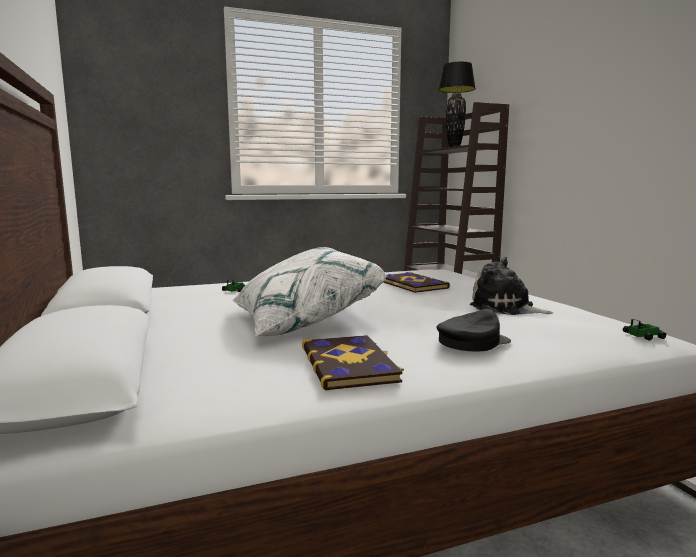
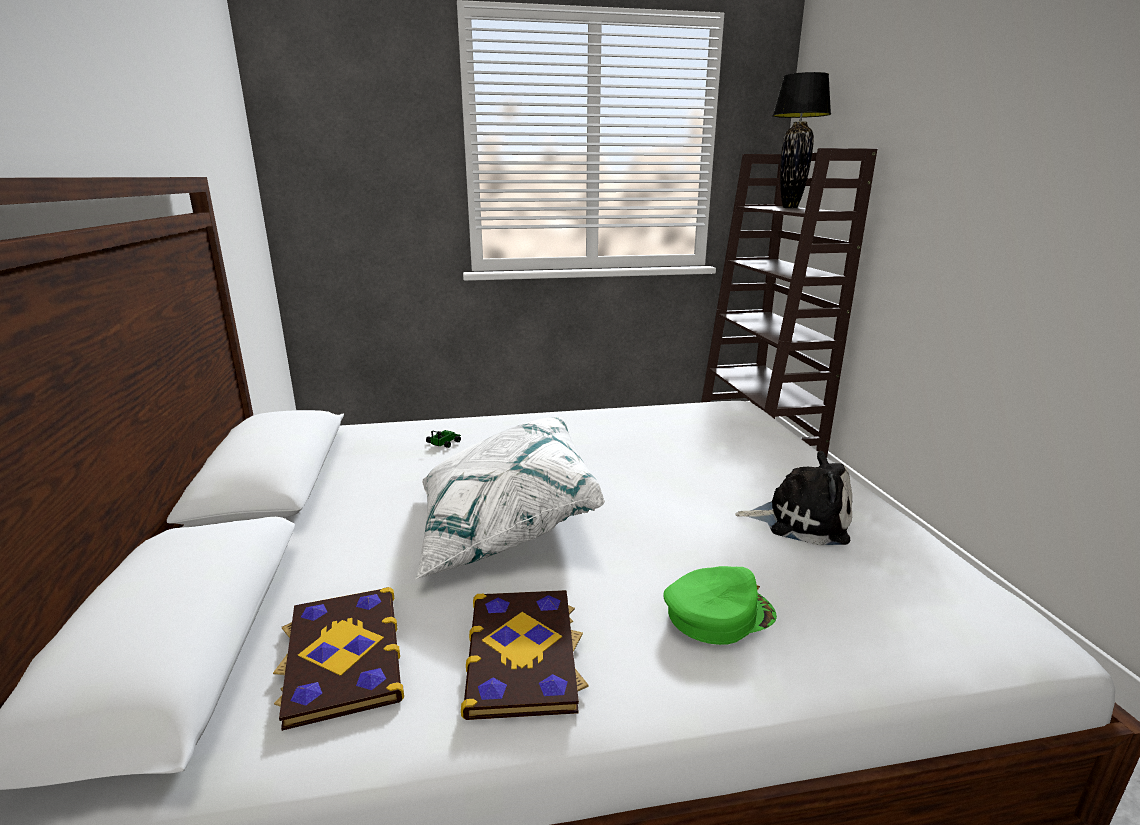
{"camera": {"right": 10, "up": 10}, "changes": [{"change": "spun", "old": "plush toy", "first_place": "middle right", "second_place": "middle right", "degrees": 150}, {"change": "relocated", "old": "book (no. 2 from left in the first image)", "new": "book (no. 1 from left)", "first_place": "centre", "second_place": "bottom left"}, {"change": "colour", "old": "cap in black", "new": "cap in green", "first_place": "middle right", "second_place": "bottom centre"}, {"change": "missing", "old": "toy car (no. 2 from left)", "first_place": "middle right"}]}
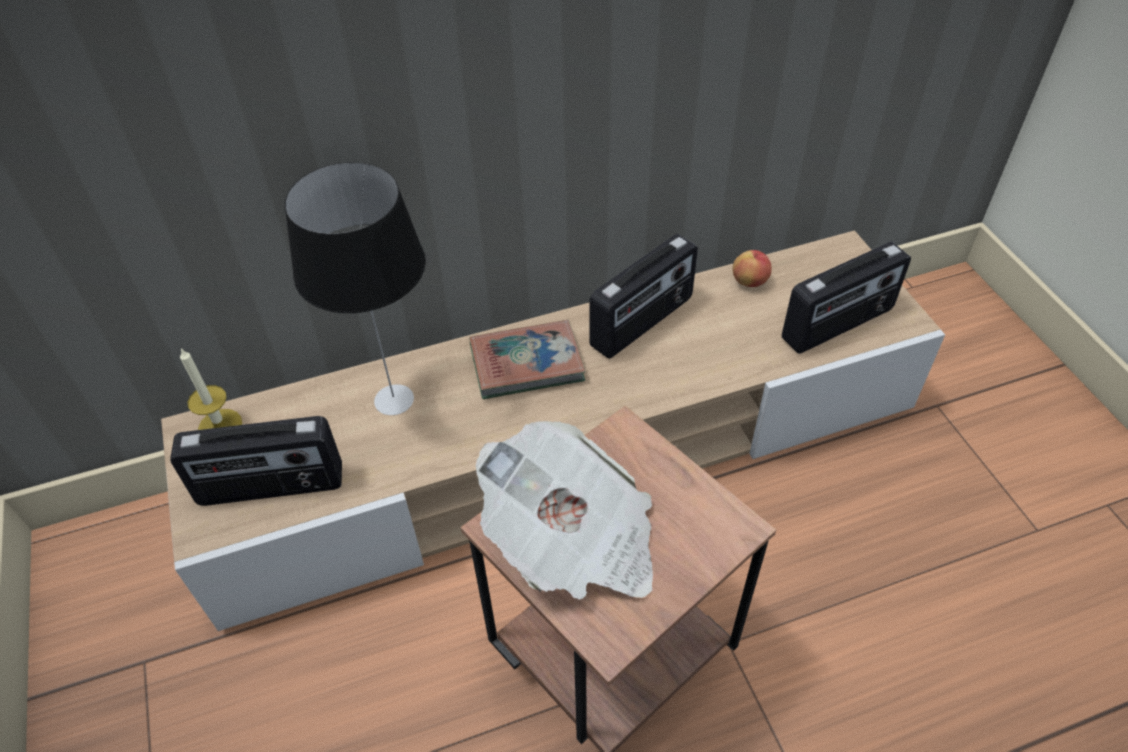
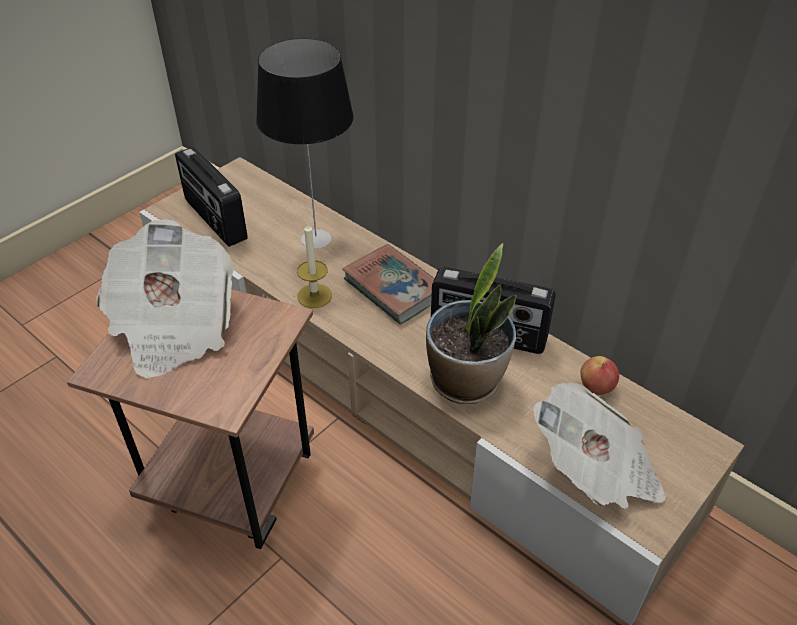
{"camera": {"right": 60, "up": -5}, "changes": [{"change": "exchanged", "old": "radio (no. 3 from left)", "new": "newspaper (no. 2 from left)", "first_place": "middle right", "second_place": "bottom right"}, {"change": "relocated", "old": "candle", "first_place": "middle left", "second_place": "centre"}, {"change": "appeared", "new": "potted plant", "second_place": "centre"}]}
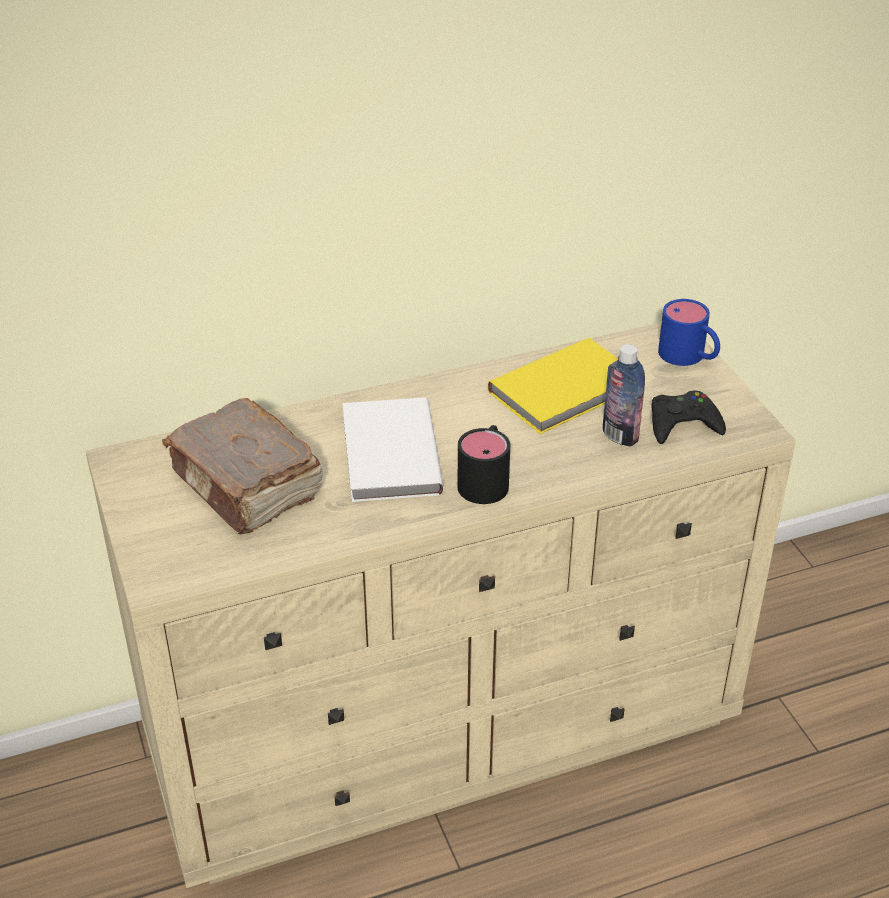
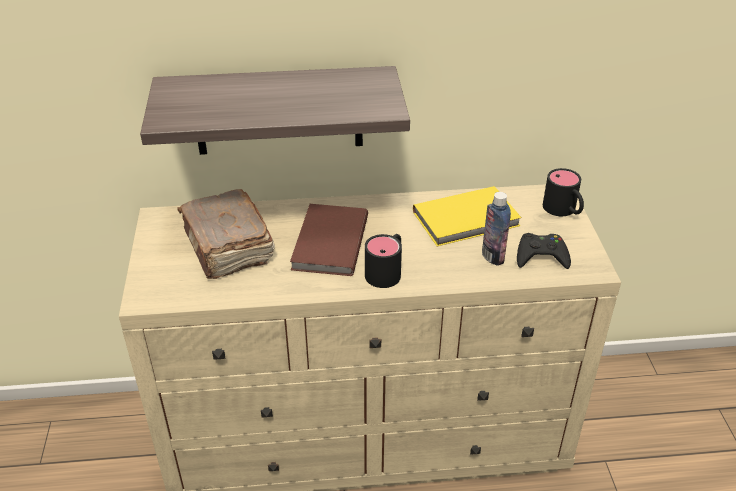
{"camera": {"right": 15, "up": 0}, "changes": [{"change": "colour", "old": "mug in blue", "new": "mug in black (no. 2 from left)", "first_place": "middle right", "second_place": "middle right"}, {"change": "colour", "old": "book in white", "new": "book in brown (no. 2 from left)", "first_place": "centre", "second_place": "centre"}, {"change": "appeared", "new": "shelf", "second_place": "top centre"}]}
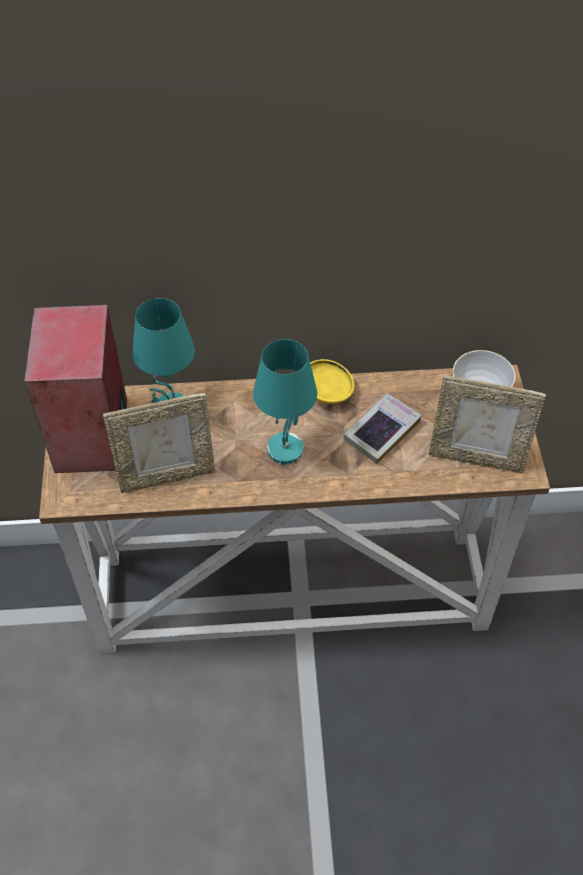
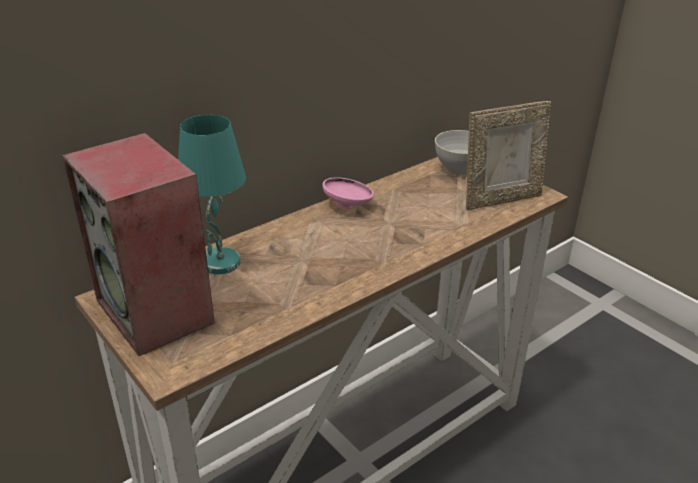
{"camera": {"right": -35, "up": -20}, "changes": [{"change": "missing", "old": "table lamp in turquoise (no. 2 from left)", "first_place": "centre"}, {"change": "colour", "old": "bowl in yellow", "new": "bowl in pink", "first_place": "centre", "second_place": "centre"}, {"change": "missing", "old": "picture frame (no. 1 from left)", "first_place": "middle left"}, {"change": "missing", "old": "book", "first_place": "centre"}]}
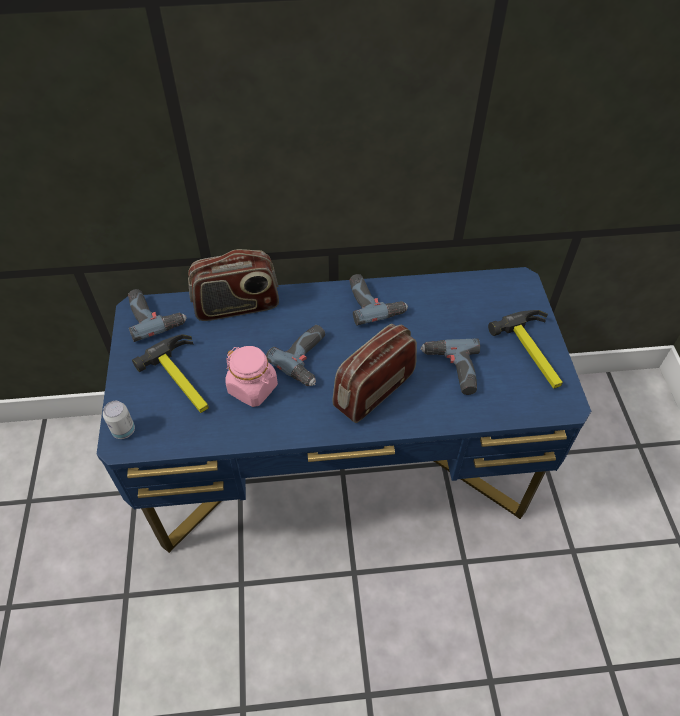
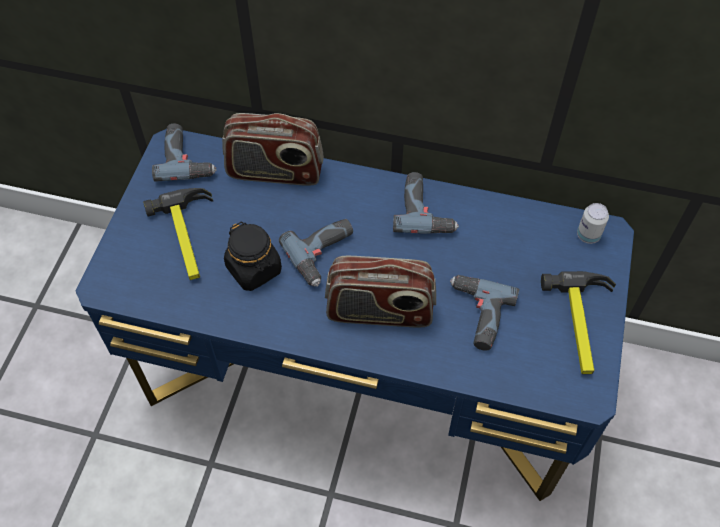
{"camera": {"right": 20, "up": 5}, "changes": [{"change": "spun", "old": "radio (no. 2 from left)", "first_place": "centre", "second_place": "centre", "degrees": -150}, {"change": "colour", "old": "jar in pink", "new": "jar in black", "first_place": "centre", "second_place": "centre"}, {"change": "relocated", "old": "can", "first_place": "middle left", "second_place": "middle right"}]}
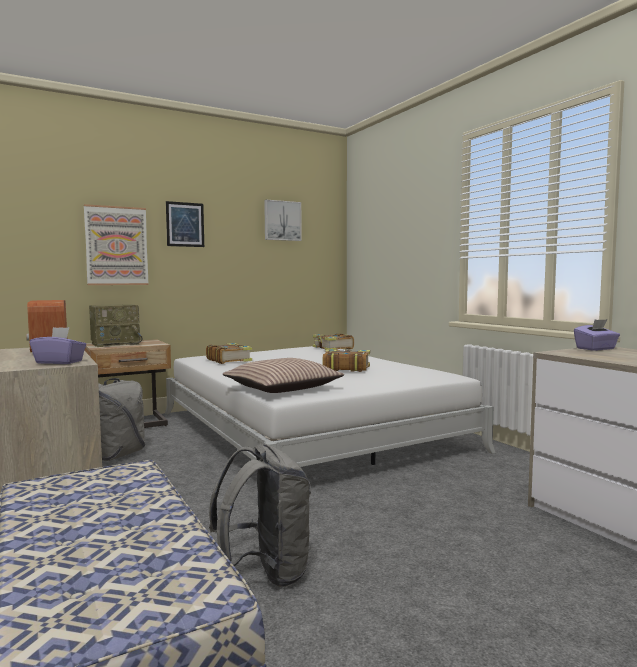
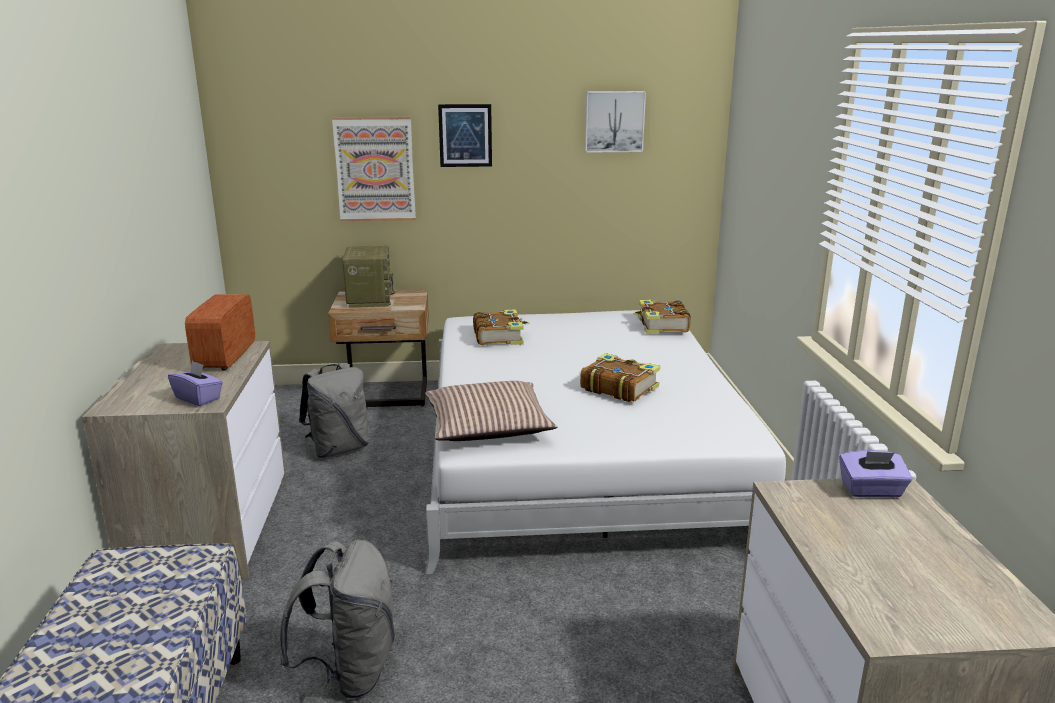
{"camera": {"right": 25, "up": 15}, "changes": [{"change": "spun", "old": "radio (no. 2 from left)", "first_place": "middle left", "second_place": "centre", "degrees": -90}]}
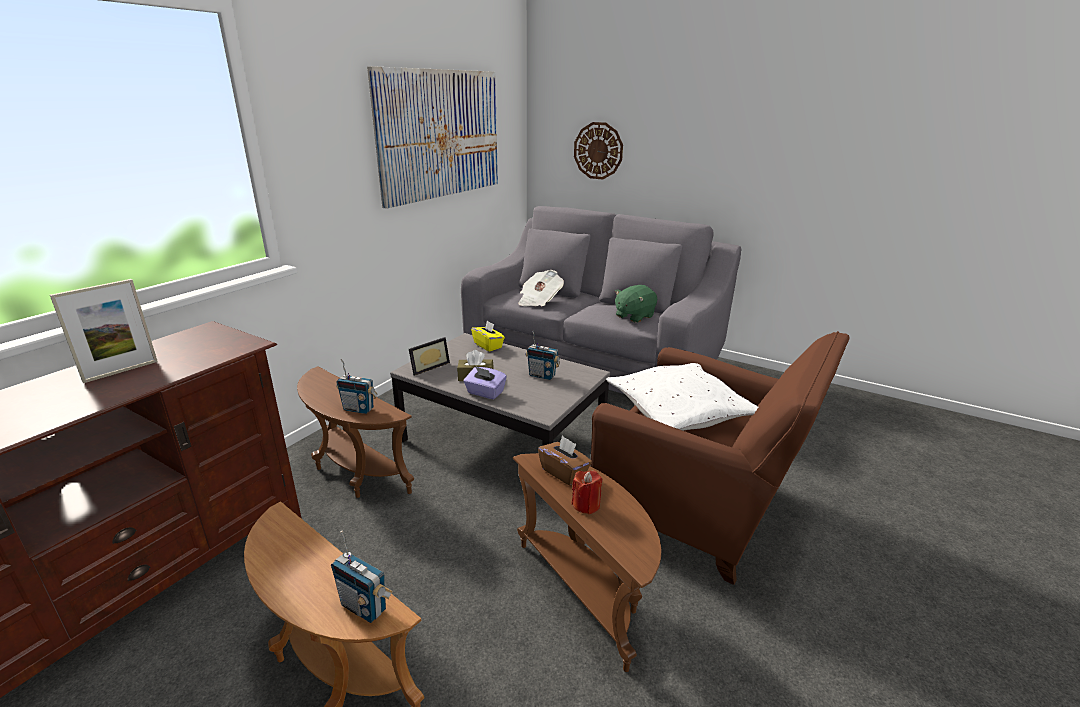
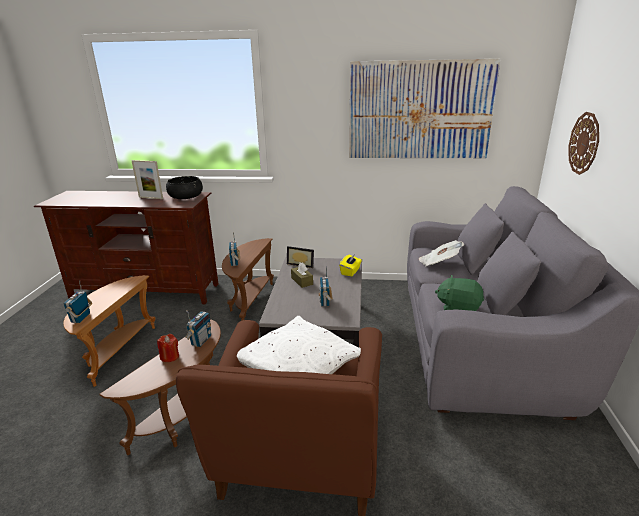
{"camera": {"right": 65, "up": 0}, "changes": [{"change": "missing", "old": "tissue box in purple", "first_place": "centre"}, {"change": "exchanged", "old": "tissue box in brown (no. 2 from left)", "new": "radio (no. 2 from left)", "first_place": "centre", "second_place": "middle left"}, {"change": "appeared", "new": "bowl in black", "second_place": "middle left"}]}
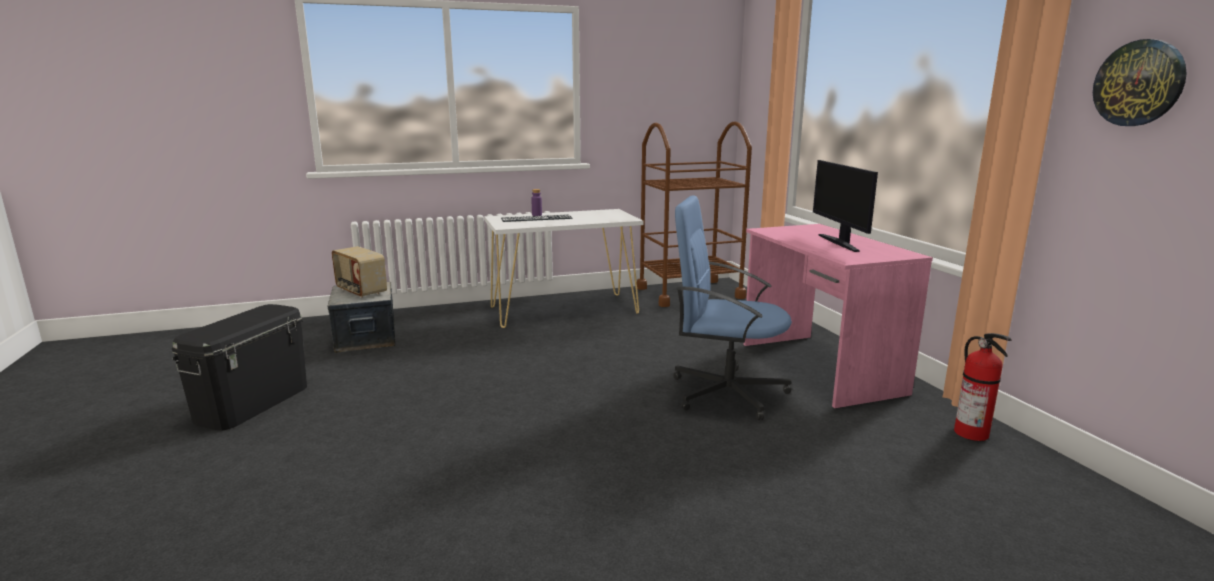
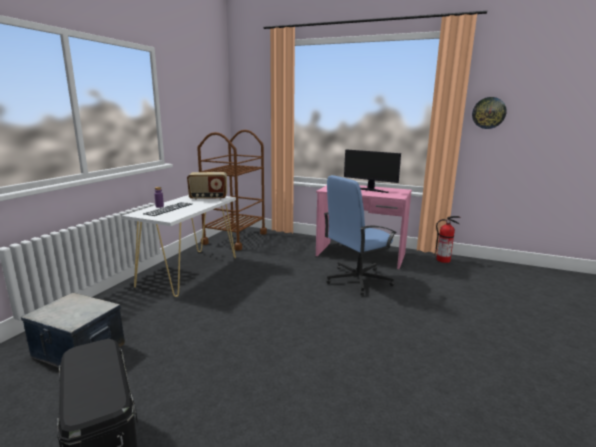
{"camera": {"right": -50, "up": 0}, "changes": [{"change": "relocated", "old": "radio", "first_place": "middle left", "second_place": "centre"}]}
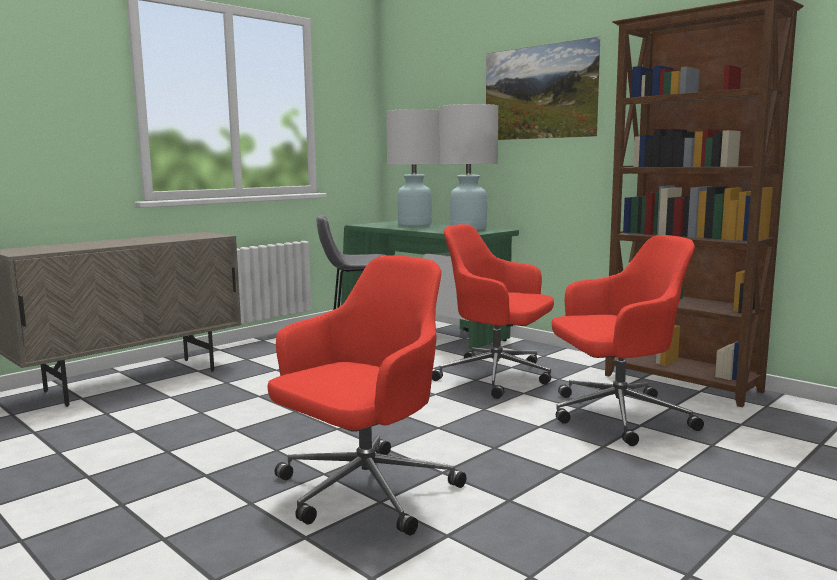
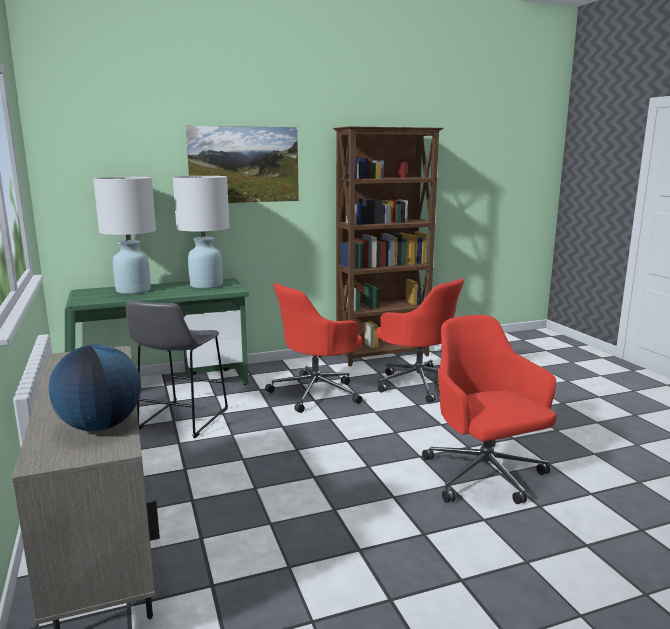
{"camera": {"right": -65, "up": 5}, "changes": [{"change": "spun", "old": "office chair in red (no. 3 from left in the first image)", "first_place": "middle right", "second_place": "centre", "degrees": 120}, {"change": "appeared", "new": "globe", "second_place": "middle left"}]}
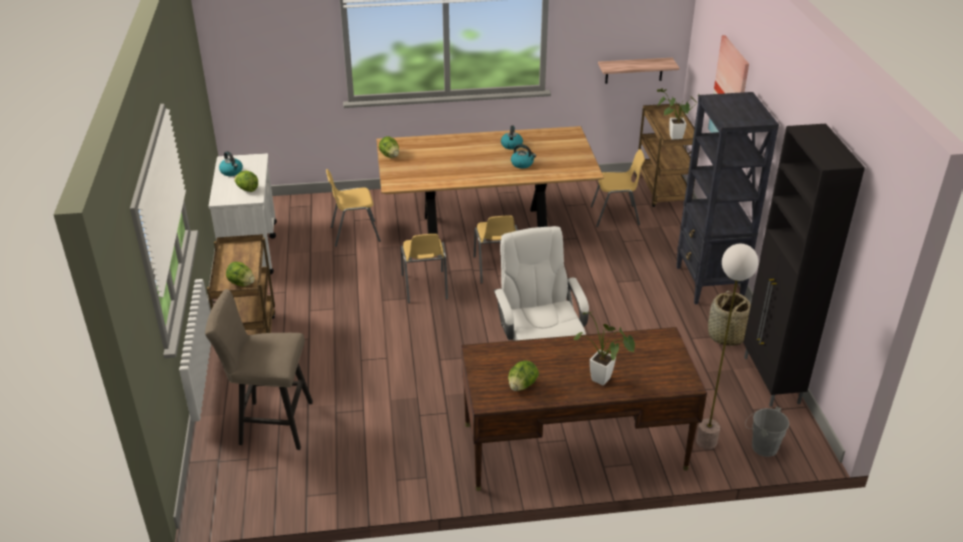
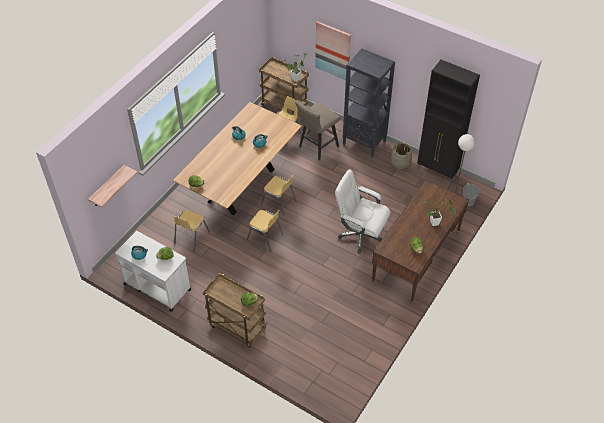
{"camera": {"right": -50, "up": 15}, "changes": [{"change": "relocated", "old": "shelf", "first_place": "top centre", "second_place": "middle left"}, {"change": "relocated", "old": "stool in beige", "first_place": "bottom left", "second_place": "top centre"}]}
